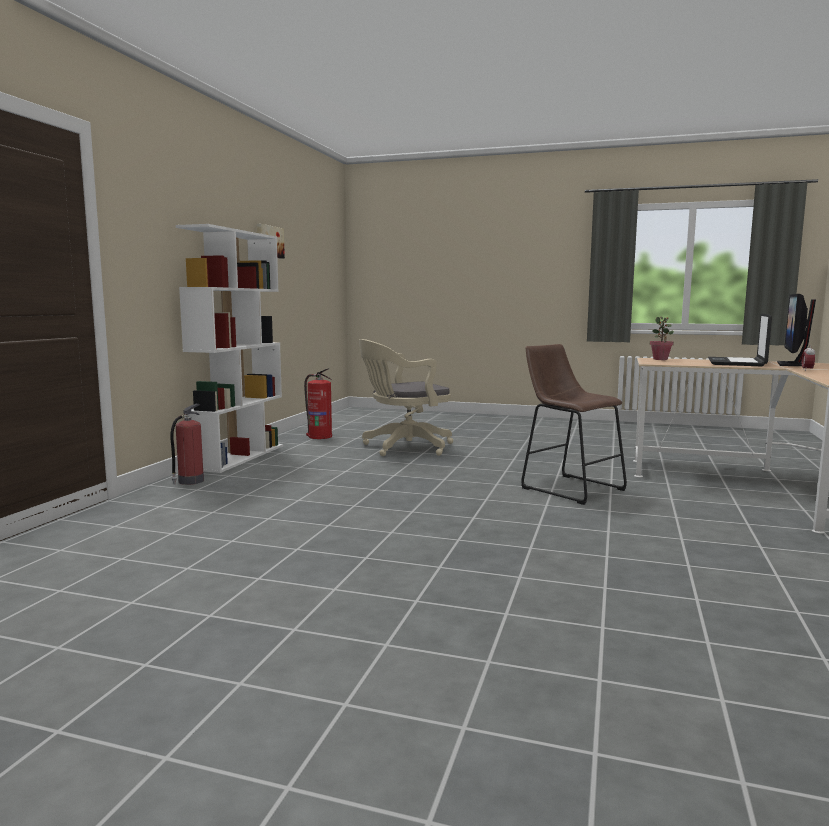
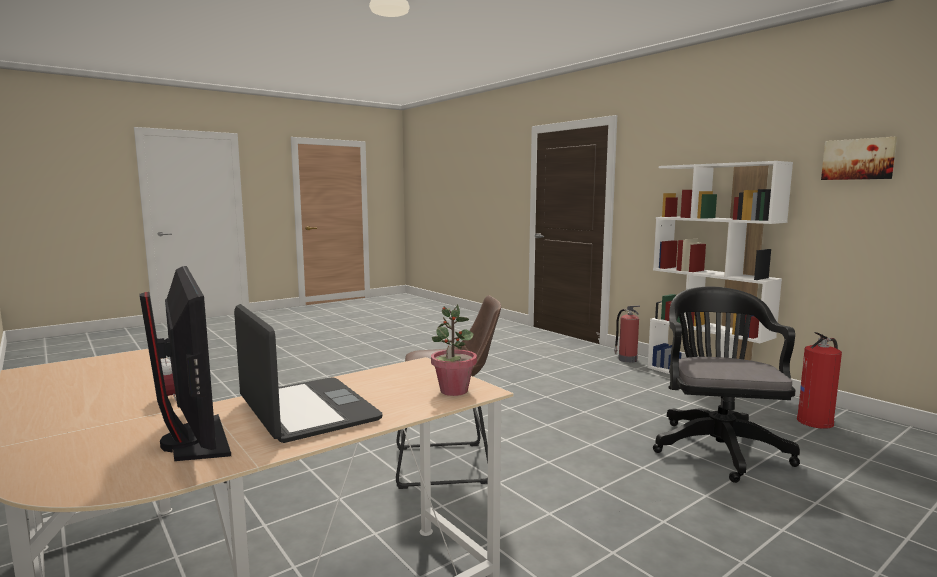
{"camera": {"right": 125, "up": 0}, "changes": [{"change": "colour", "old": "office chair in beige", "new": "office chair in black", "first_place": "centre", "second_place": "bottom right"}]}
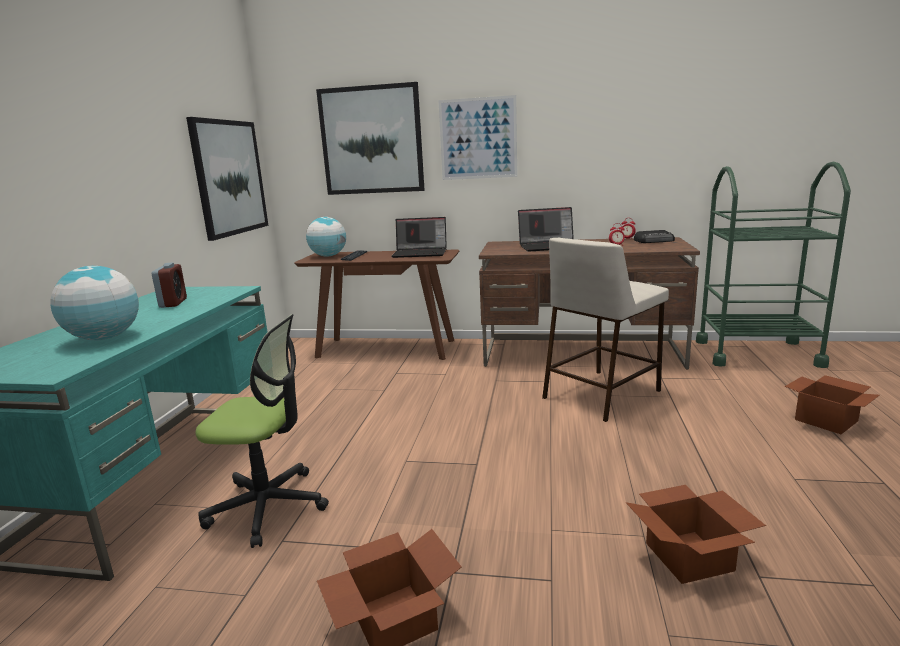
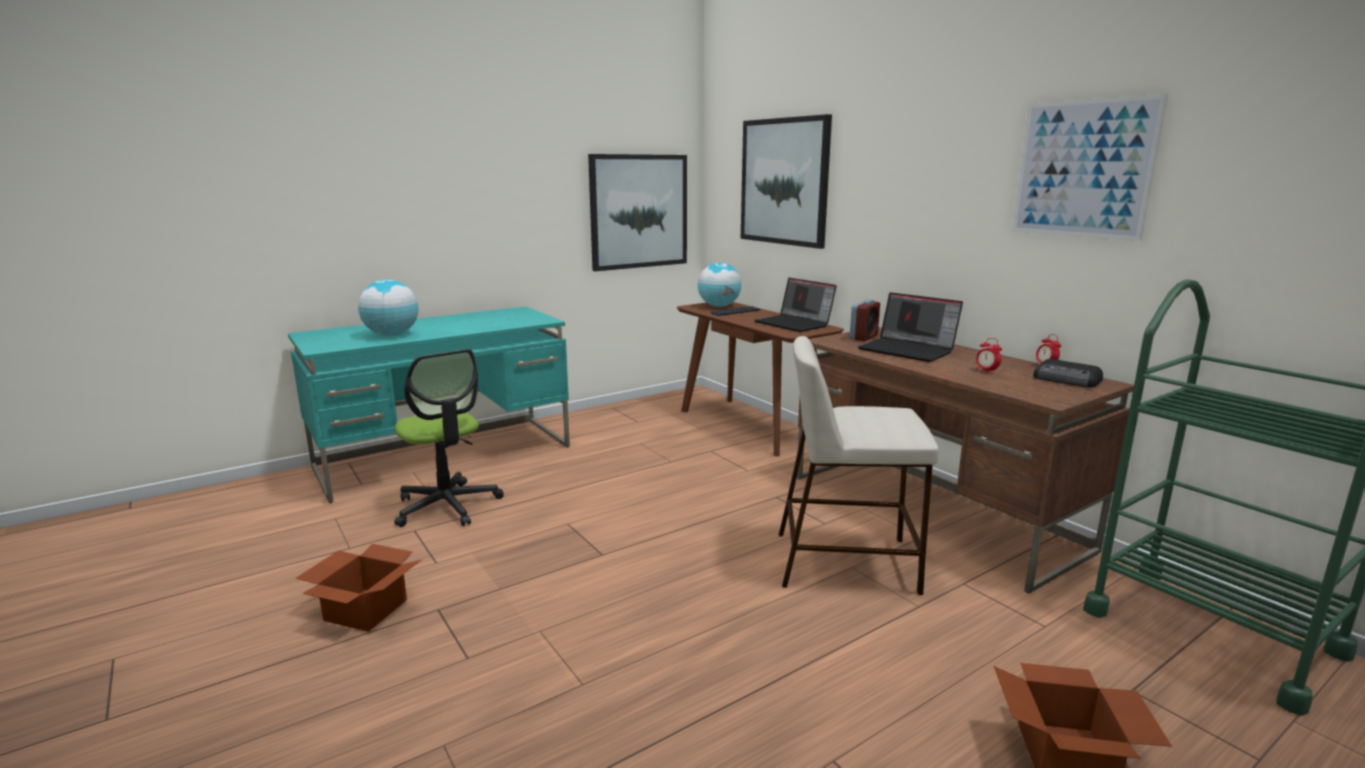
{"camera": {"right": 45, "up": 0}, "changes": [{"change": "relocated", "old": "picture (no. 3 from left)", "first_place": "top centre", "second_place": "top right"}, {"change": "relocated", "old": "alarm clock (no. 1 from left)", "first_place": "middle left", "second_place": "centre"}, {"change": "missing", "old": "cardboard box (no. 2 from left)", "first_place": "bottom right"}]}
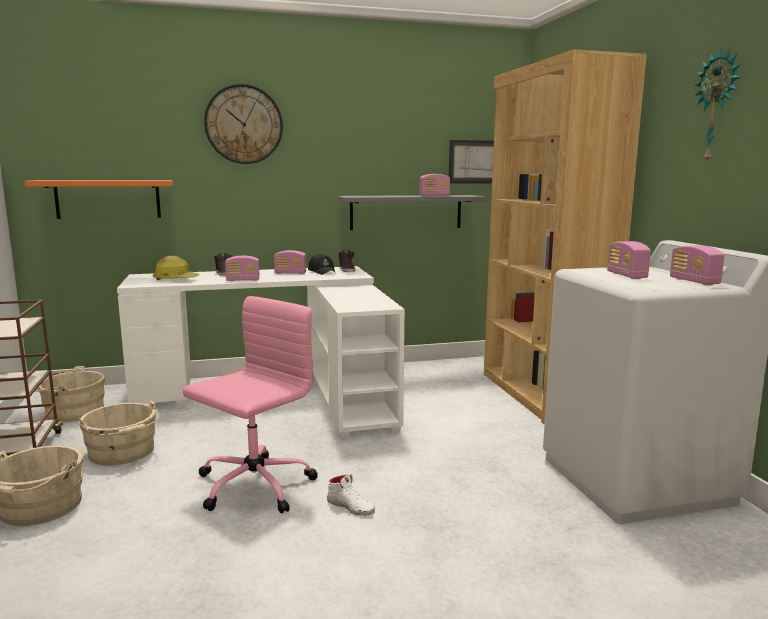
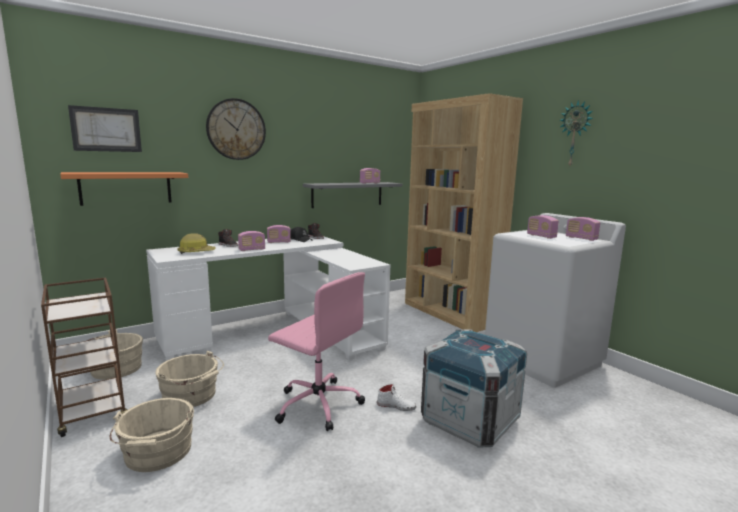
{"camera": {"right": -20, "up": 0}, "changes": [{"change": "relocated", "old": "picture", "first_place": "top centre", "second_place": "top left"}, {"change": "spun", "old": "office chair in pink", "first_place": "middle left", "second_place": "bottom centre", "degrees": 105}, {"change": "appeared", "new": "crate", "second_place": "bottom centre"}]}
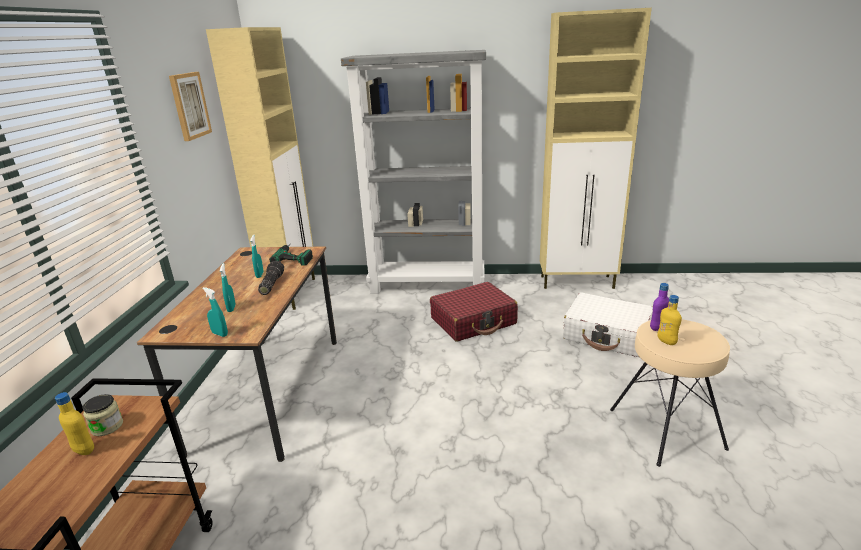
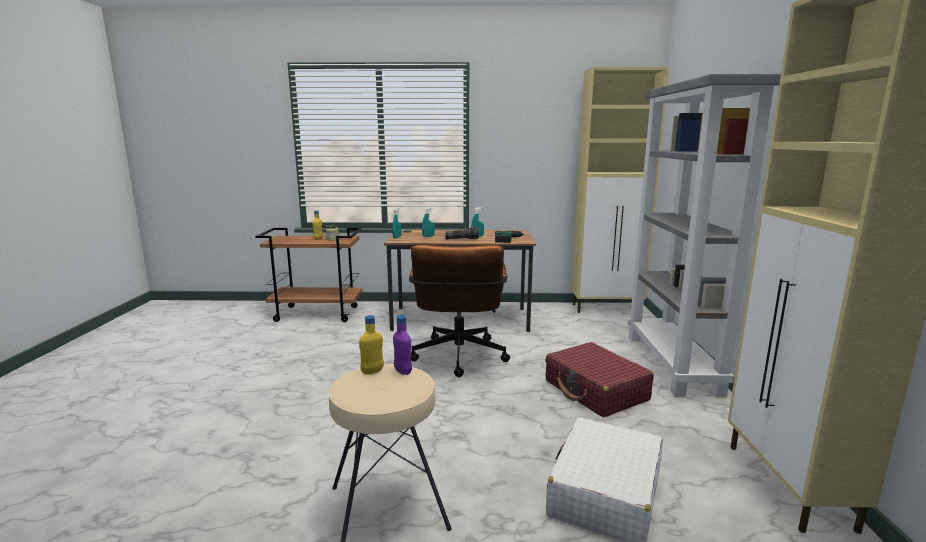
{"camera": {"right": 85, "up": -10}, "changes": [{"change": "missing", "old": "picture", "first_place": "top left"}, {"change": "appeared", "new": "office chair in brown", "second_place": "centre"}]}
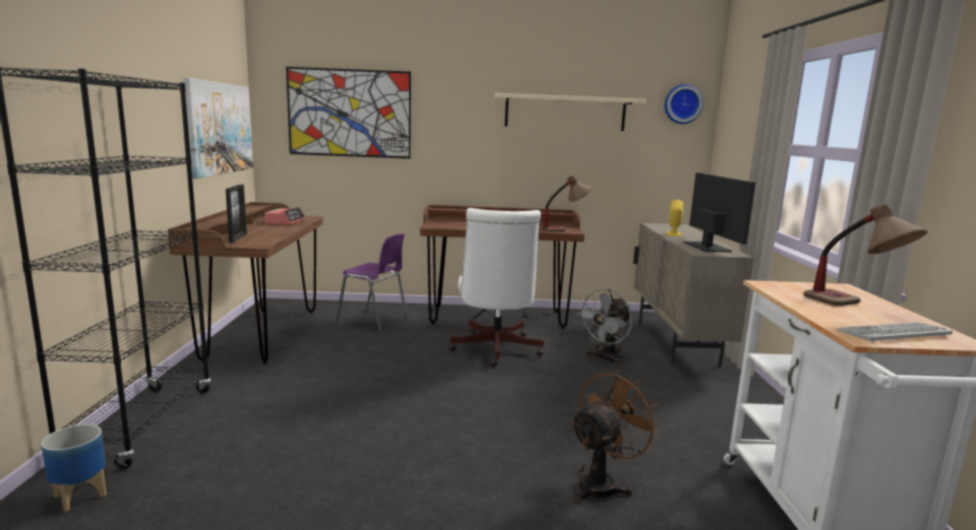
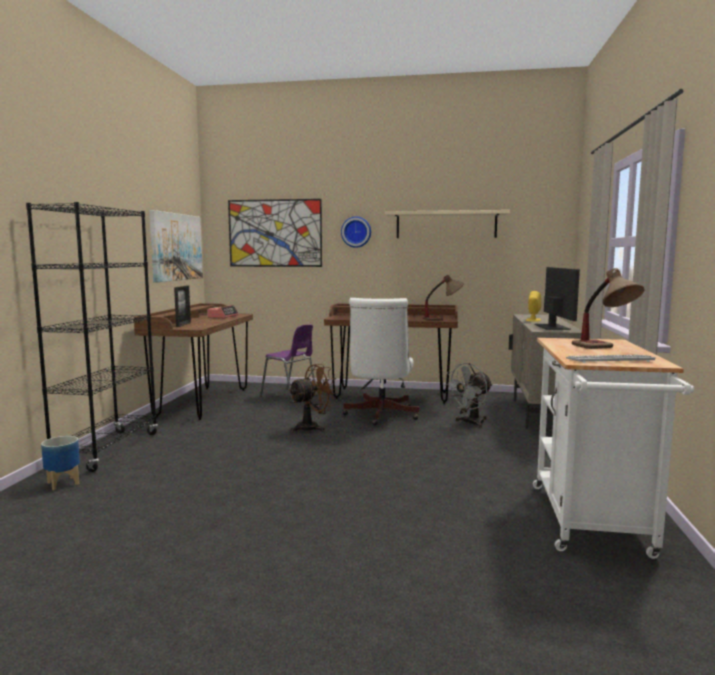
{"camera": {"right": 10, "up": -5}, "changes": [{"change": "relocated", "old": "wall clock", "first_place": "top right", "second_place": "centre"}, {"change": "relocated", "old": "fan in brown", "first_place": "bottom centre", "second_place": "centre"}]}
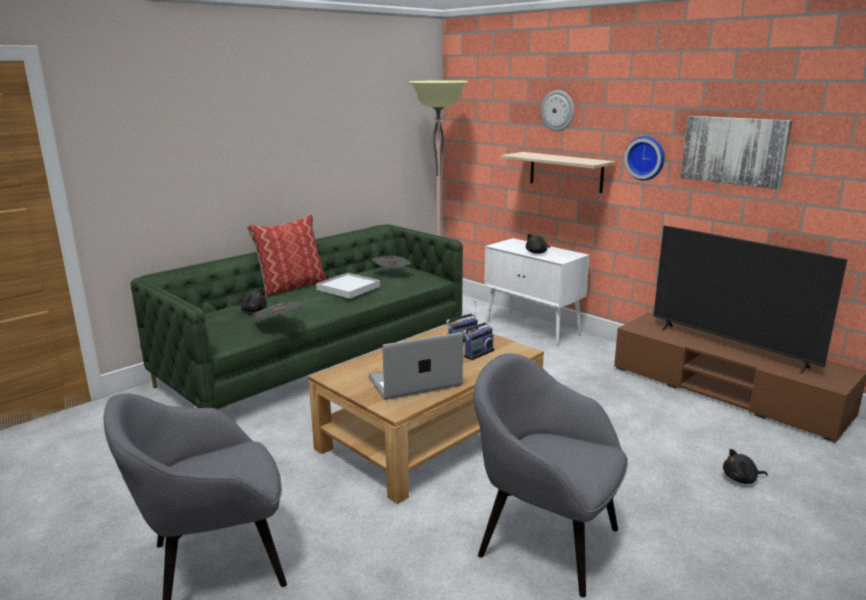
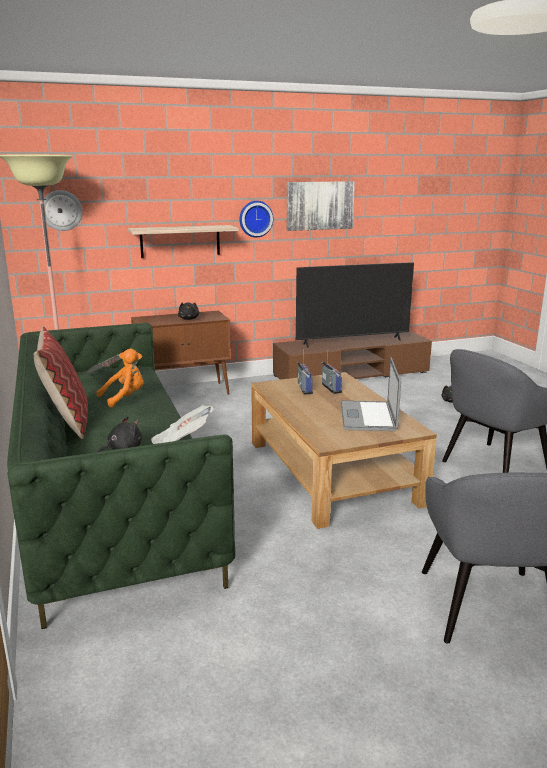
{"camera": {"right": -65, "up": 0}, "changes": [{"change": "relocated", "old": "wall clock (no. 1 from left)", "first_place": "top centre", "second_place": "top left"}, {"change": "colour", "old": "cabinet in white", "new": "cabinet in brown", "first_place": "centre", "second_place": "middle left"}, {"change": "exchanged", "old": "tray in white", "new": "plush toy in orange", "first_place": "centre", "second_place": "middle left"}]}
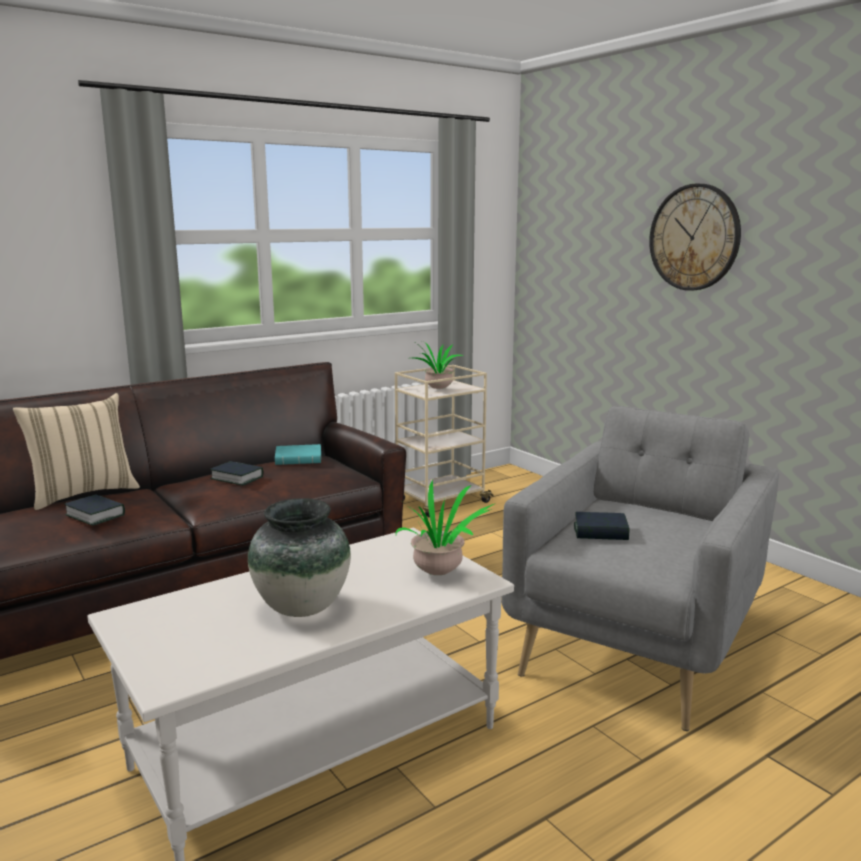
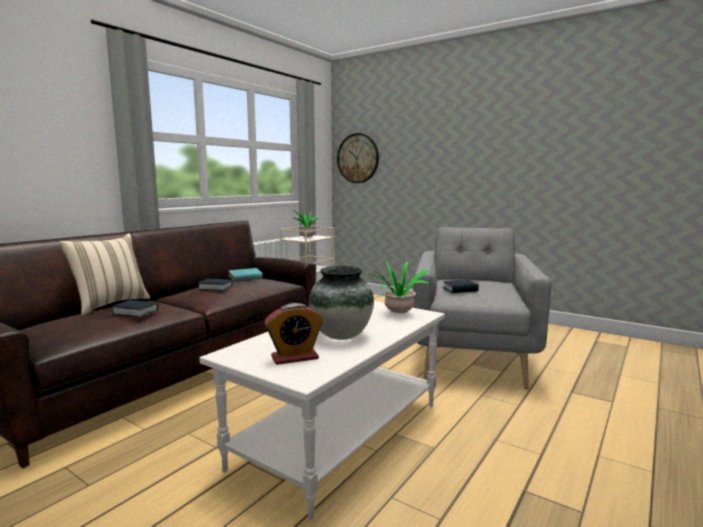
{"camera": {"right": -20, "up": -5}, "changes": [{"change": "relocated", "old": "wall clock", "first_place": "top right", "second_place": "top centre"}, {"change": "appeared", "new": "alarm clock", "second_place": "centre"}]}
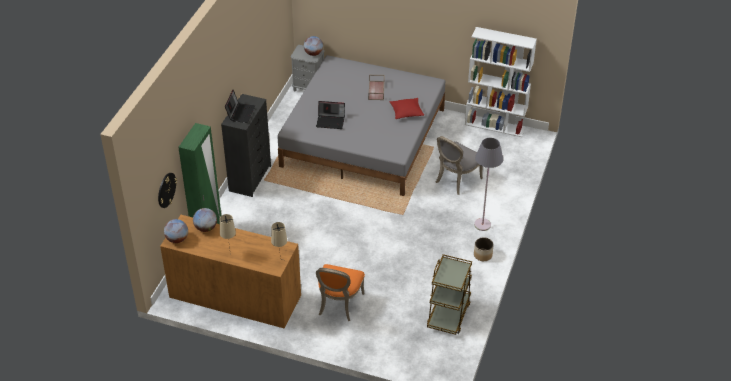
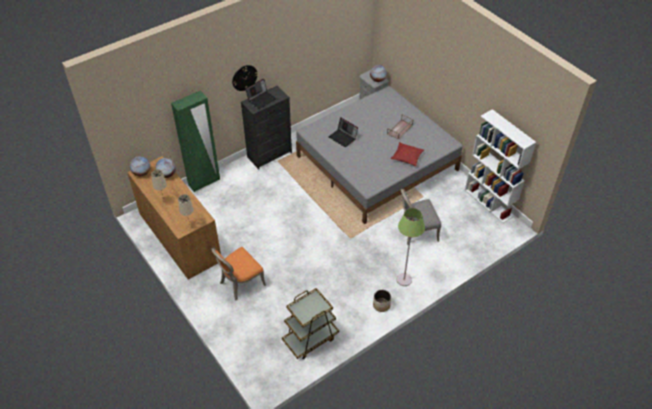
{"camera": {"right": 35, "up": 5}, "changes": [{"change": "colour", "old": "floor lamp in grey", "new": "floor lamp in green", "first_place": "middle right", "second_place": "centre"}, {"change": "relocated", "old": "wall clock", "first_place": "middle left", "second_place": "top centre"}]}
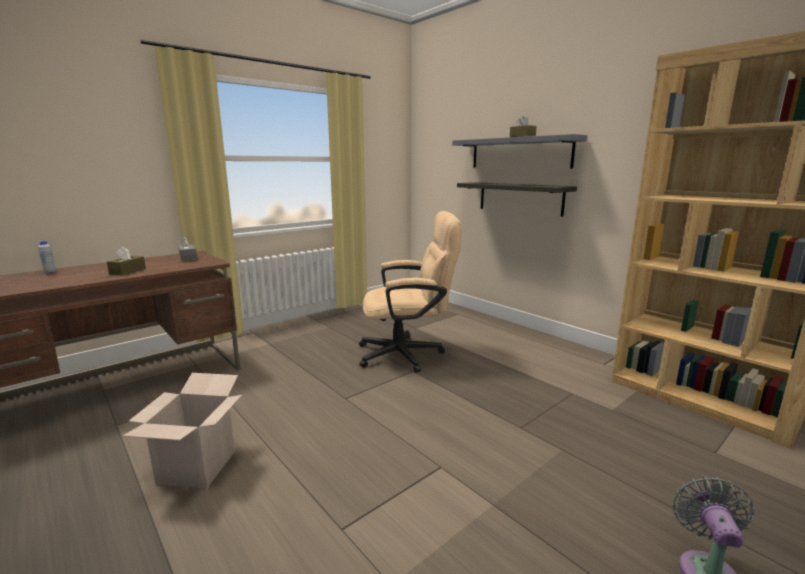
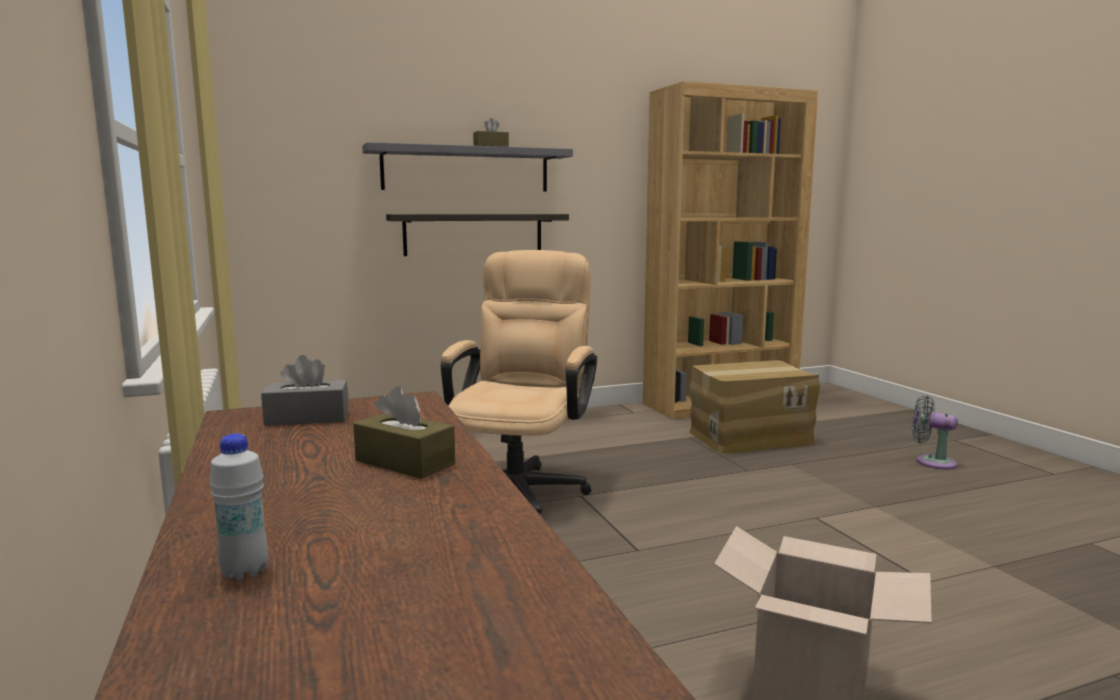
{"camera": {"right": -70, "up": -5}, "changes": [{"change": "appeared", "new": "cardboard box (no. 1 from left)", "second_place": "middle right"}]}
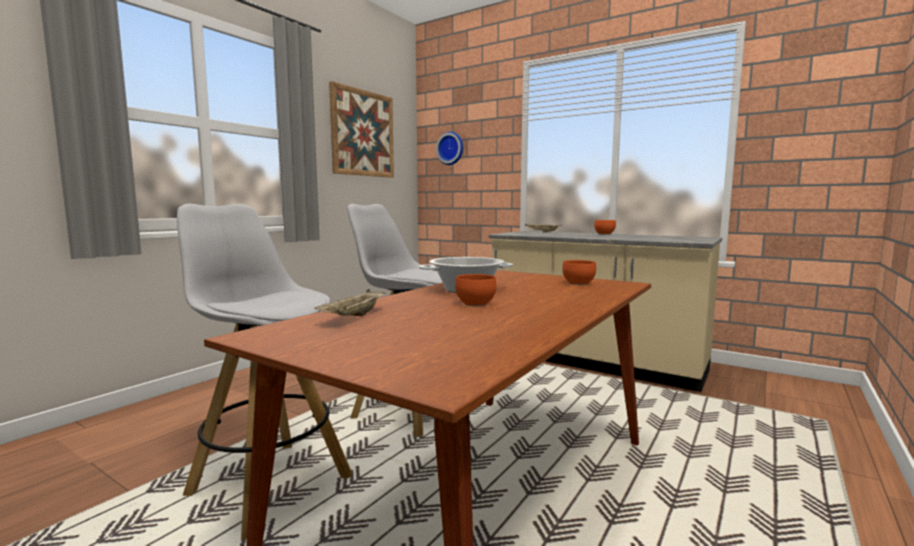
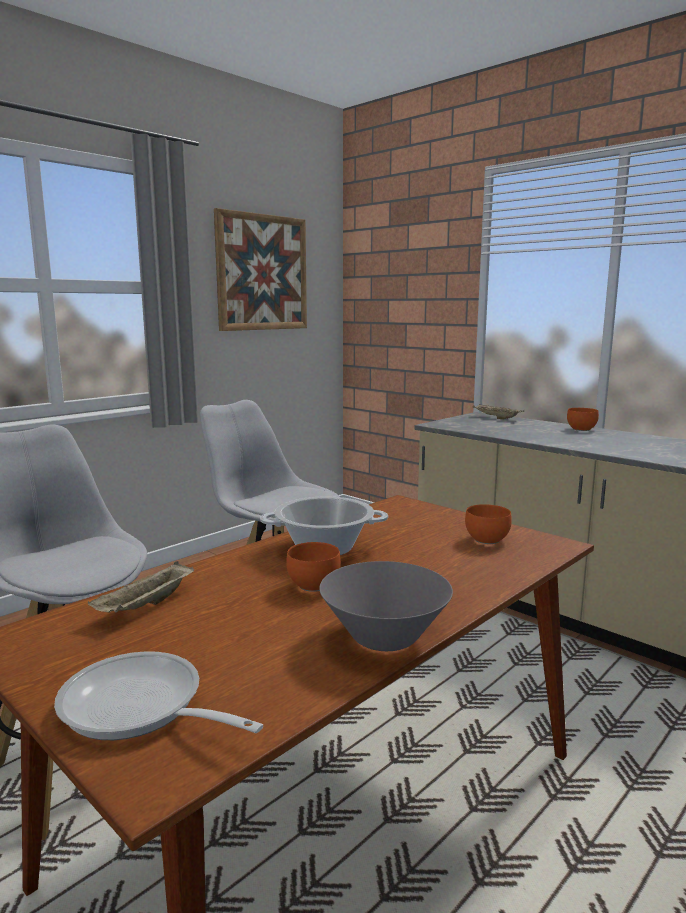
{"camera": {"right": 10, "up": 5}, "changes": [{"change": "missing", "old": "wall clock", "first_place": "top centre"}, {"change": "appeared", "new": "bowl in grey", "second_place": "centre"}, {"change": "appeared", "new": "frying pan", "second_place": "bottom left"}]}
